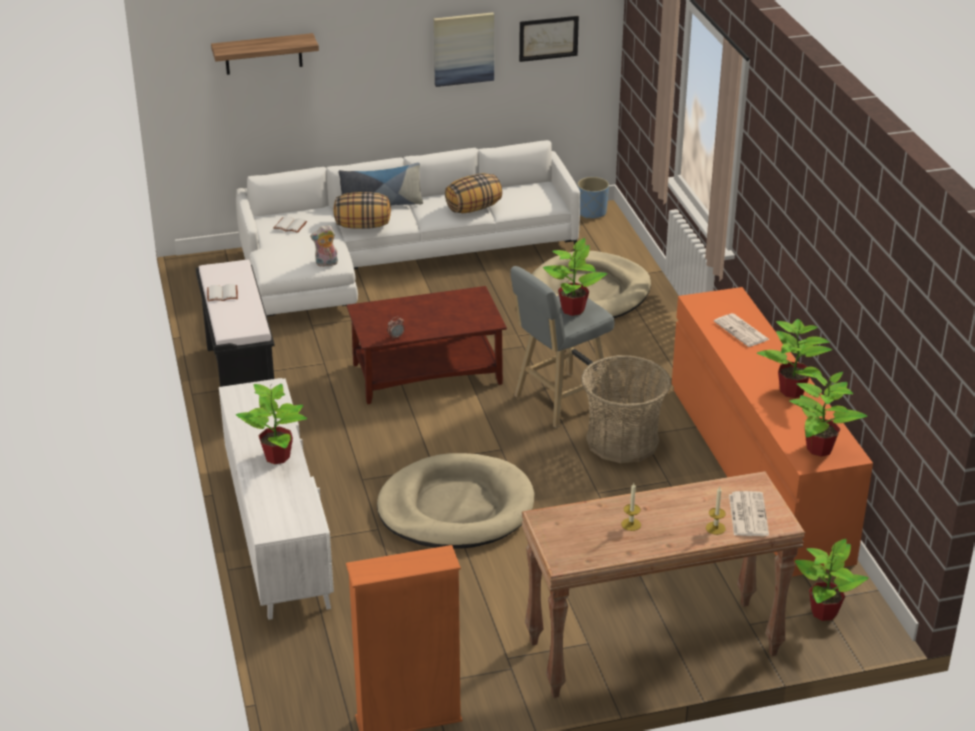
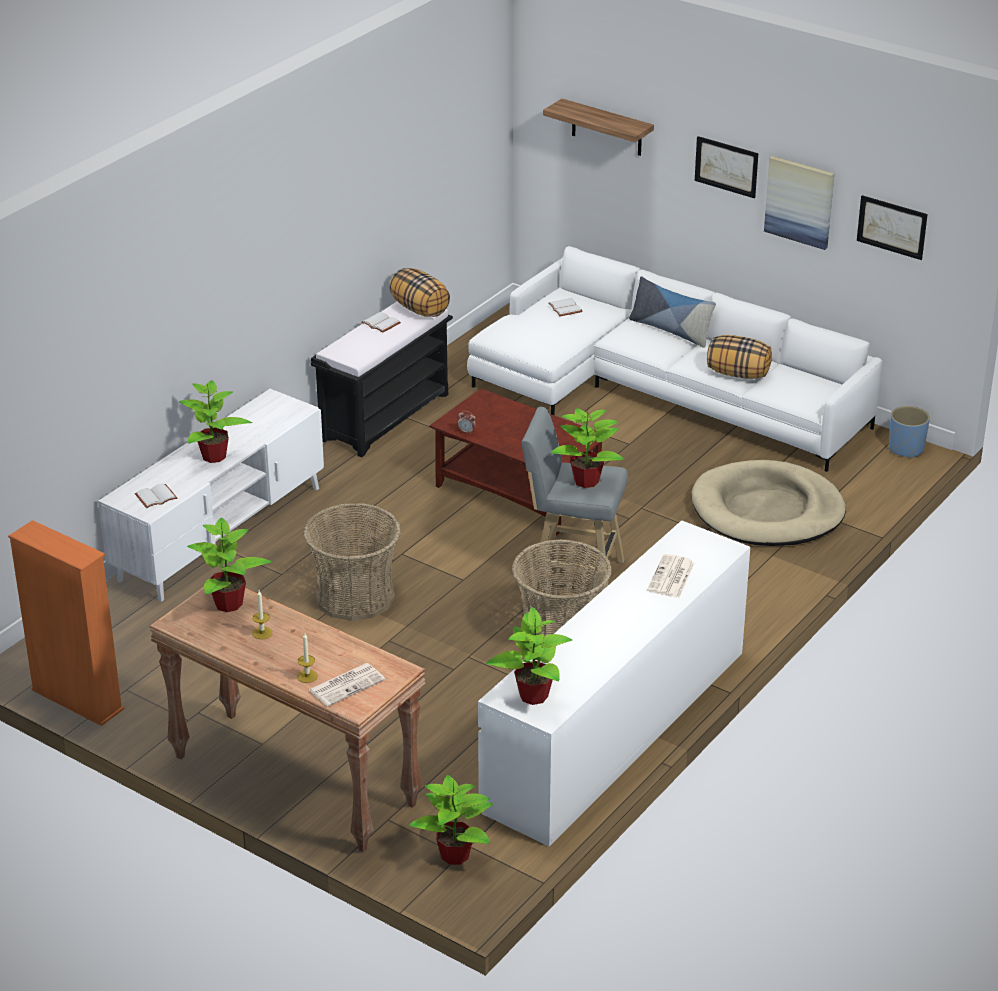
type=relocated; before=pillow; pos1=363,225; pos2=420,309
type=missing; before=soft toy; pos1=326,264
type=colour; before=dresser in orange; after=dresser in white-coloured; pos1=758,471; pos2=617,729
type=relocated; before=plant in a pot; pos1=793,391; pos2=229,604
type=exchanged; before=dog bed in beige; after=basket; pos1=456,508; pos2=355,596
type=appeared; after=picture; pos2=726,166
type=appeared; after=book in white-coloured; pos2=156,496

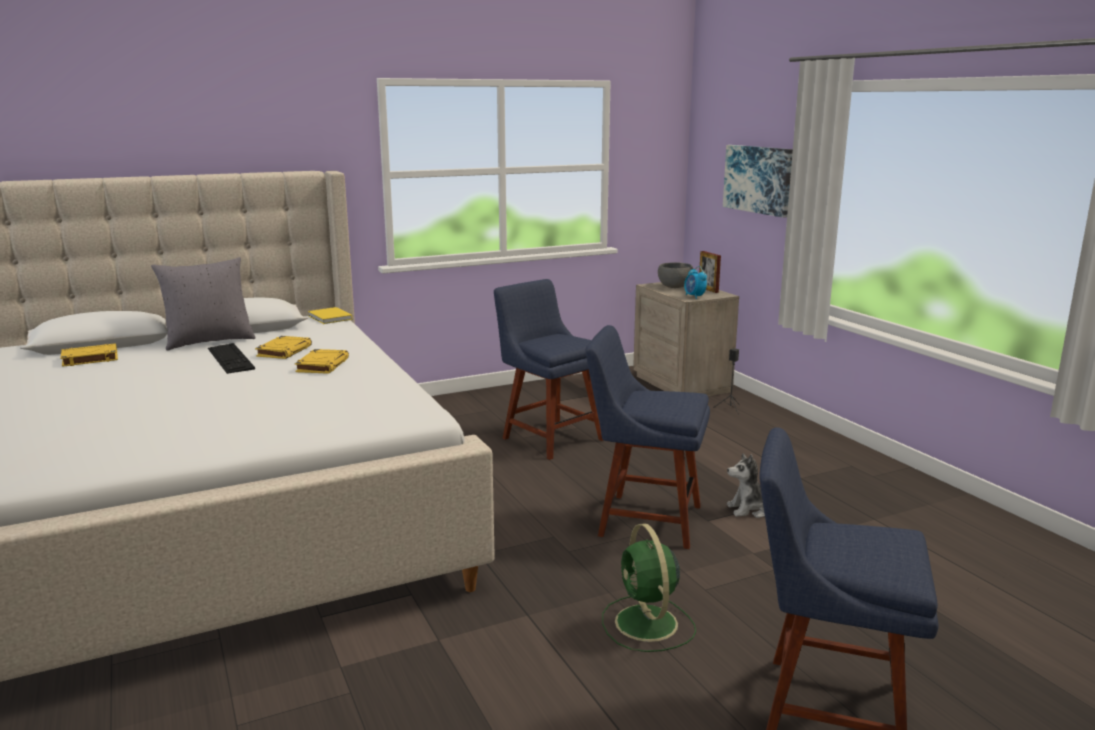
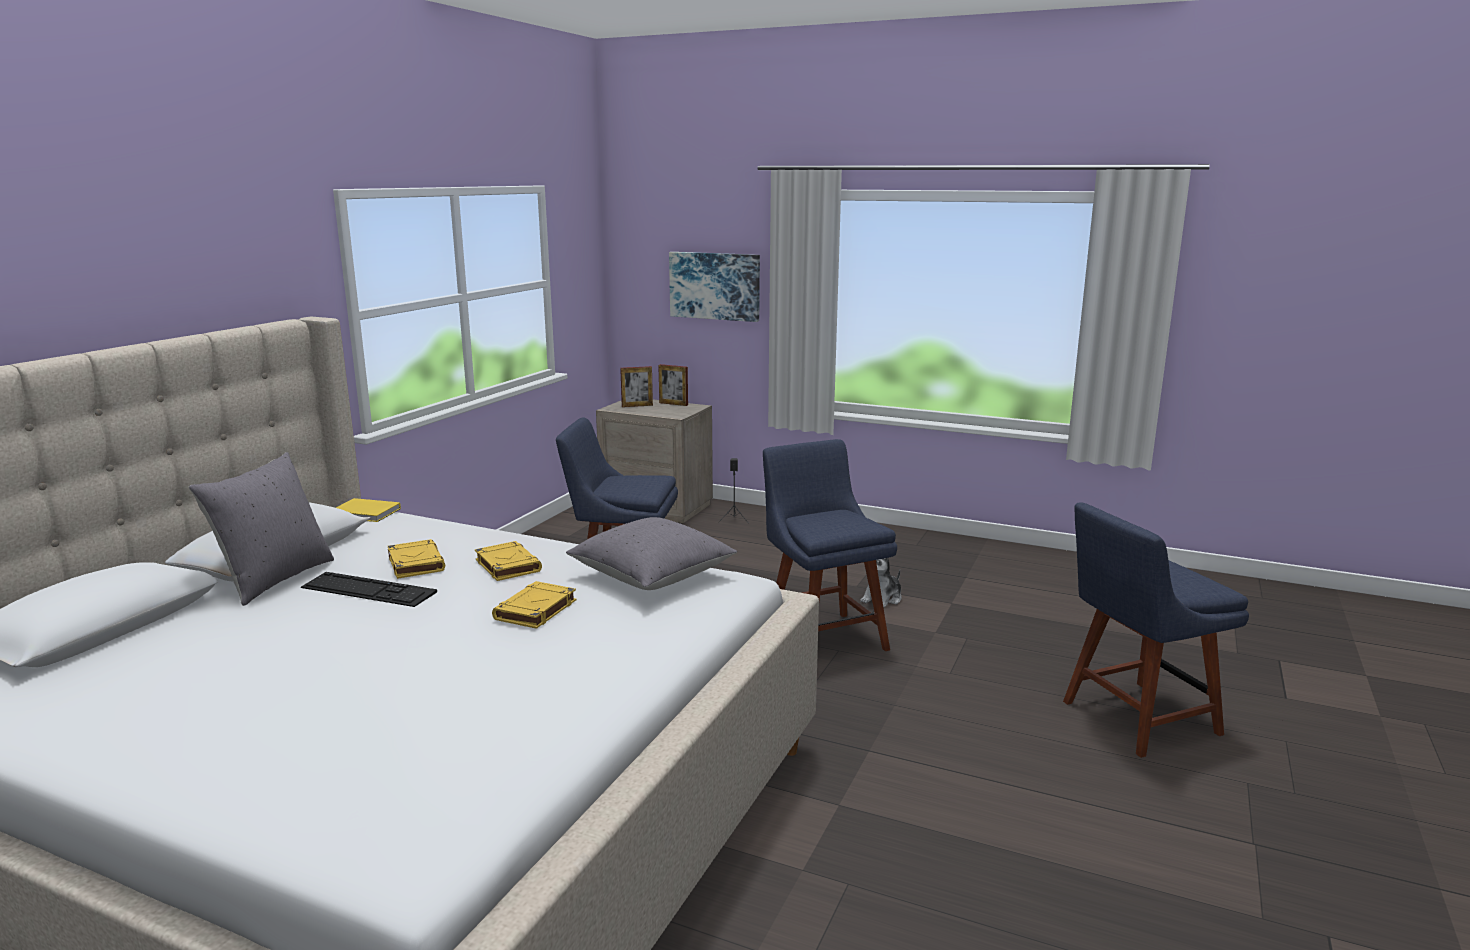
type=exchanged; before=bowl in grey; after=standing frame; pos1=675,286; pos2=637,405
type=missing; before=alarm clock; pos1=694,296
type=spun; before=plain chair in blue-coloured; pos1=644,519; pos2=823,637; turn=90
type=relocated; before=book in yellowish; pos1=89,359; pos2=535,610
type=missing; before=fan in green-coloured; pos1=647,625
type=appeared; after=pillow in grey; pos2=652,577

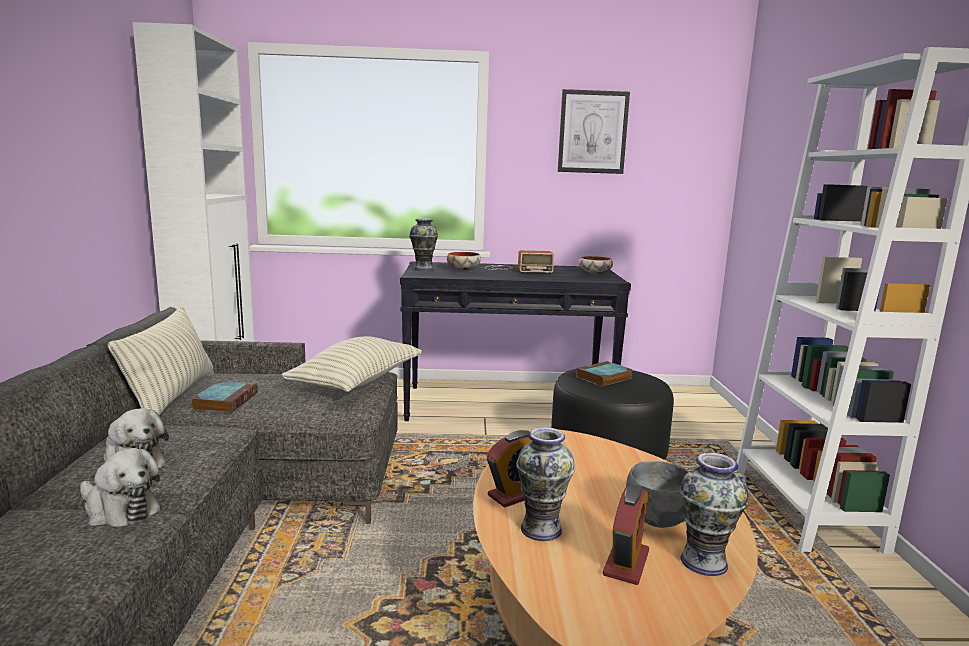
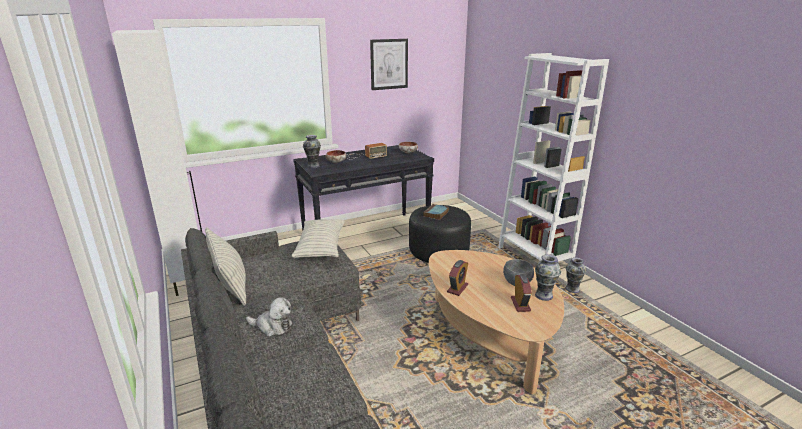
type=missing; before=book; pos1=226,401
type=relocated; before=flower vase; pos1=540,529; pos2=572,289
type=missing; before=soft toy; pos1=119,510

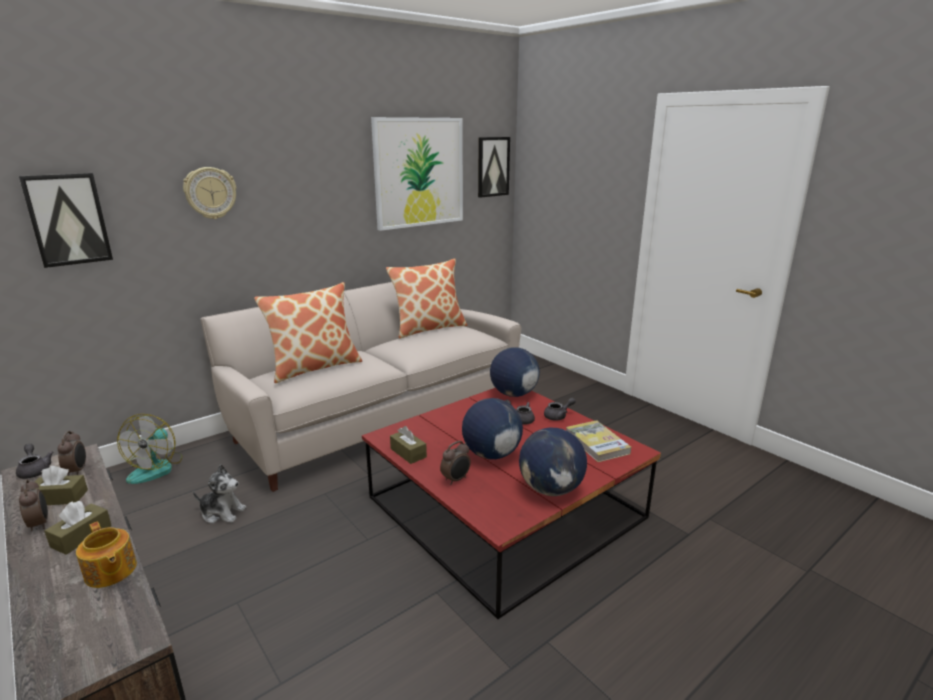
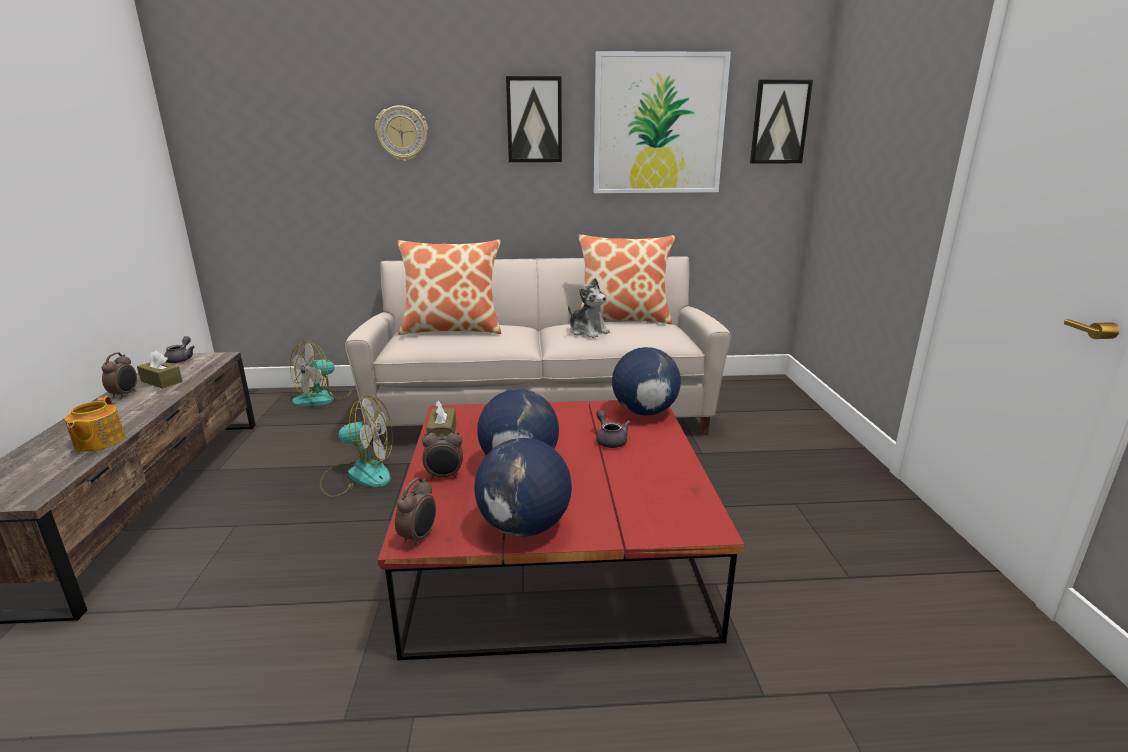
type=relocated; before=picture; pos1=68,219; pos2=534,120
type=missing; before=teapot in grey; pos1=558,416
type=missing; before=book; pos1=597,443
type=relocated; before=alarm clock; pos1=77,471; pos2=419,537
type=relocated; before=soft toy; pos1=222,512; pos2=588,331
type=missing; before=box of tissues in brown-coloured; pos1=81,536
type=appeared; after=fan; pos2=358,475

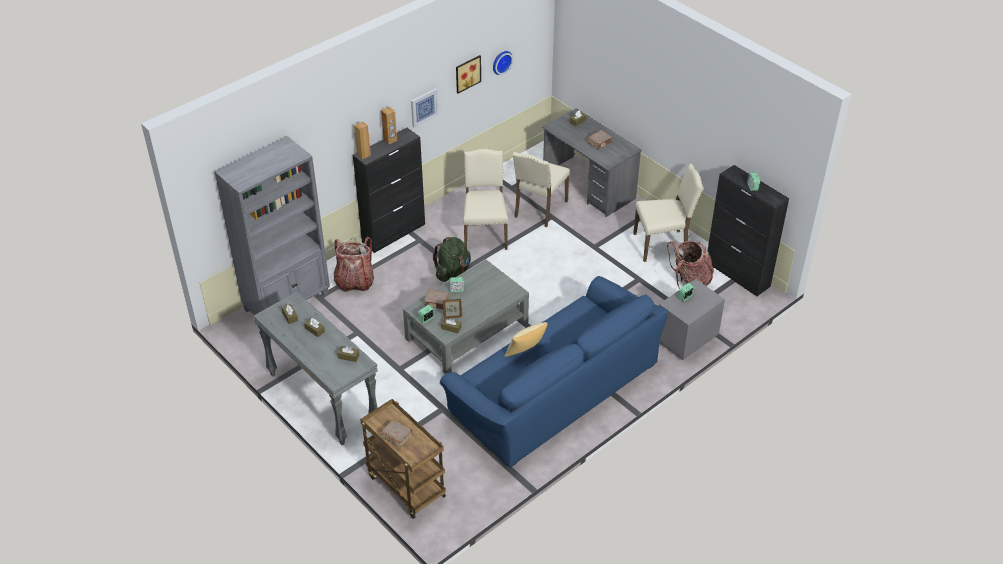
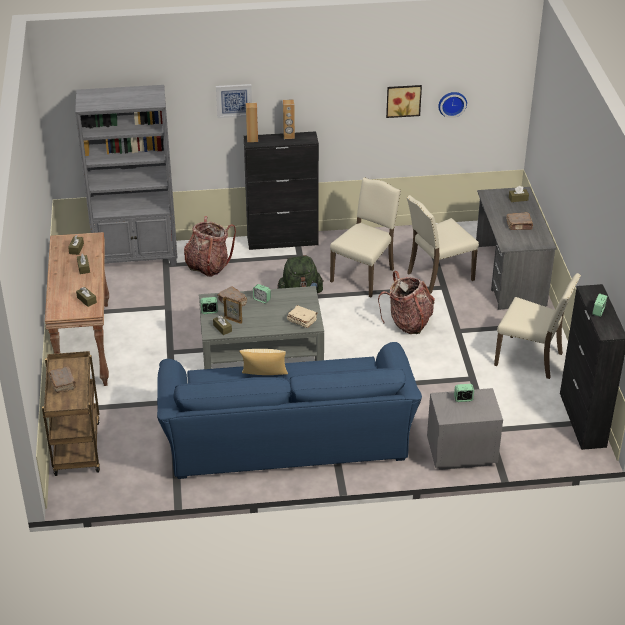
type=relocated; before=picture; pos1=424,107; pos2=234,100
type=relocated; before=backpack; pos1=690,280; pos2=408,322
type=colour; before=console table in grey; after=console table in brown-coloured; pos1=322,398; pos2=84,345
type=appeared; after=book in beige; pos2=301,320

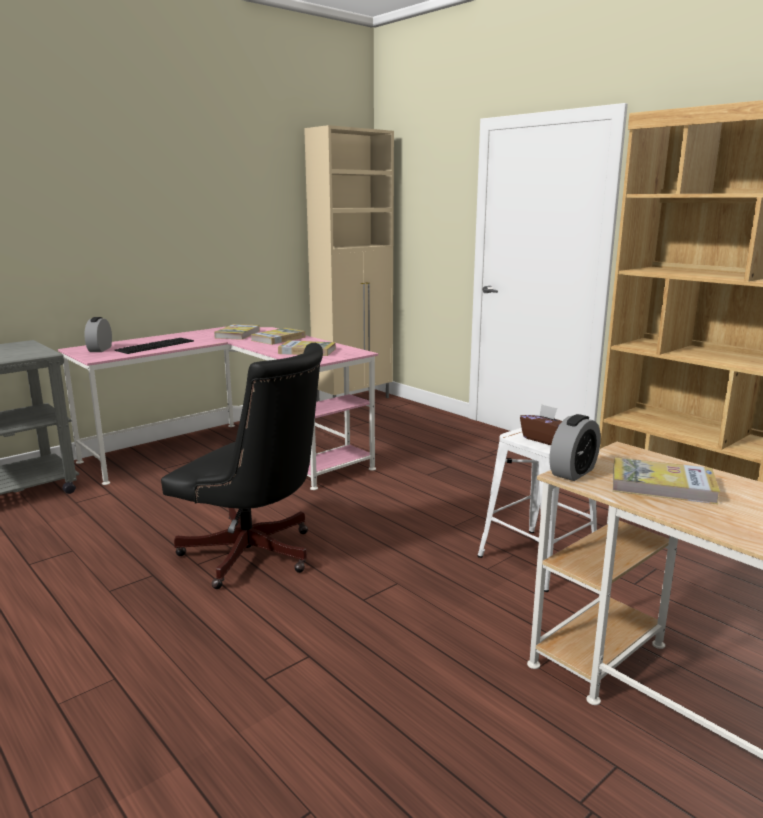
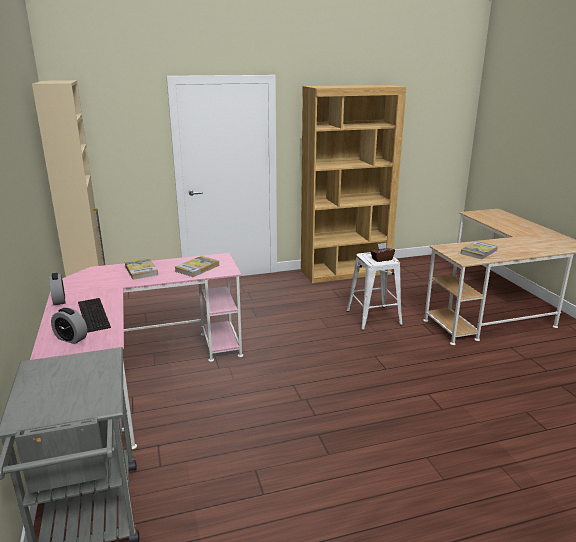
type=missing; before=book; pos1=238,334
type=missing; before=computer chair in blackish; pos1=255,557
type=relocated; before=alarm clock; pos1=573,472; pos2=59,300

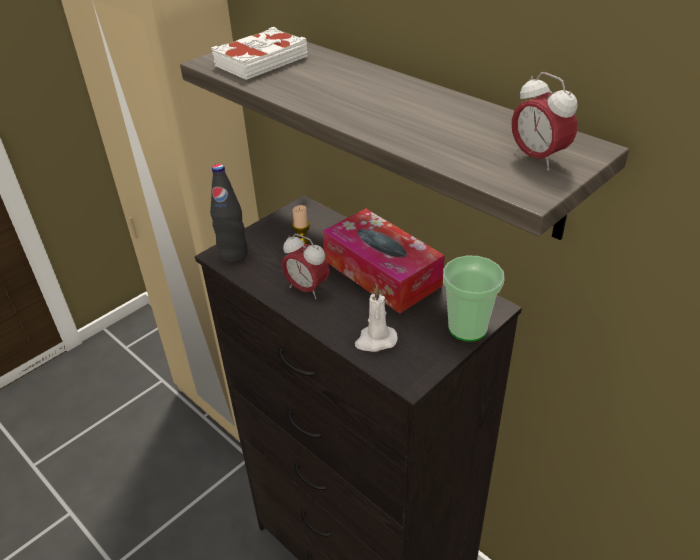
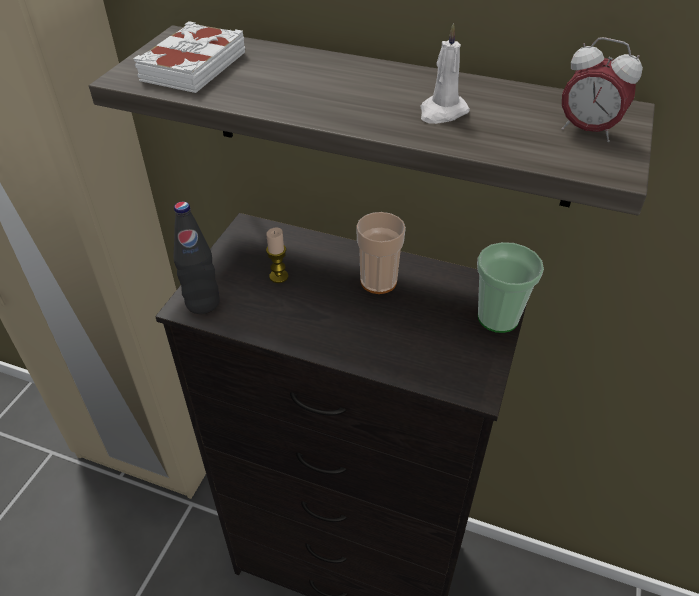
type=exchanged; before=box of tissues; after=drinking cup; pos1=381,273; pos2=378,281
type=missing; before=alarm clock; pos1=307,289
type=relocated; before=wax light in white-coloured; pos1=375,340; pos2=442,112

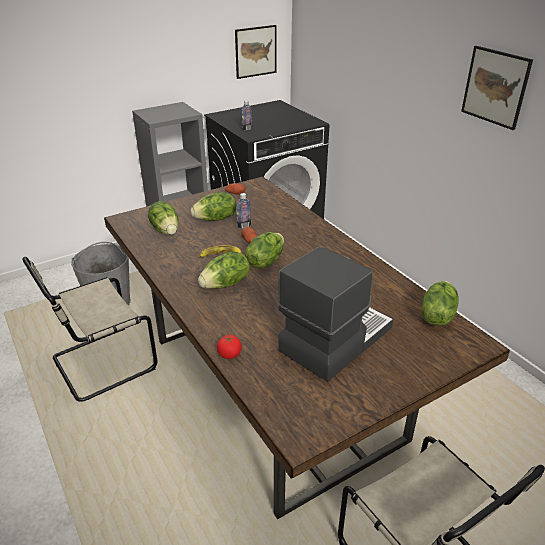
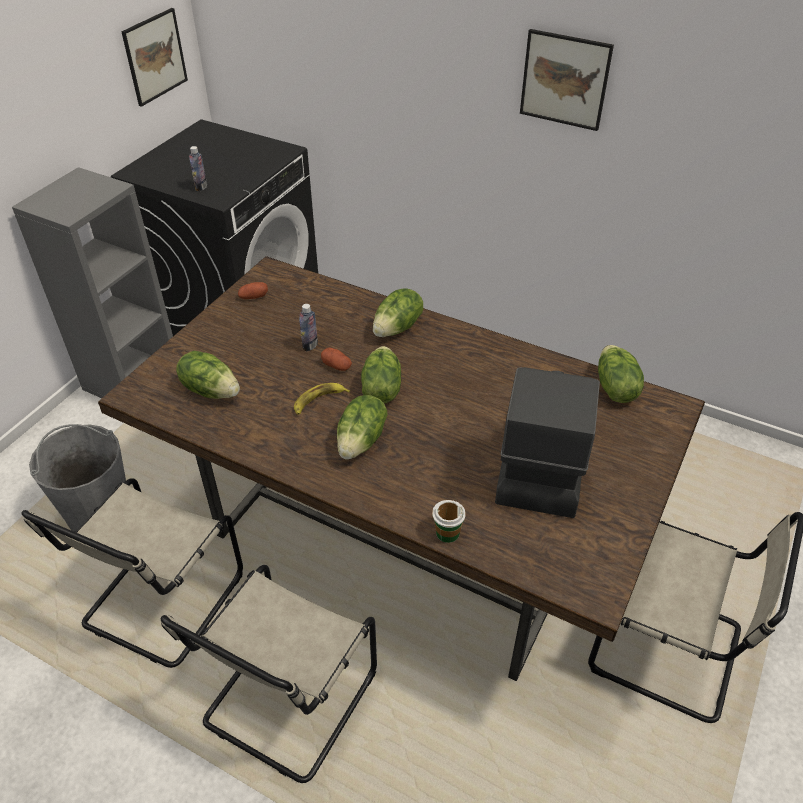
type=relocated; before=head of lettuce; pos1=215,219; pos2=398,328
type=exchanged; before=whole tomato; after=drinking cup; pos1=229,354; pos2=447,533
type=appeared; after=plain chair in beige; pos2=286,702

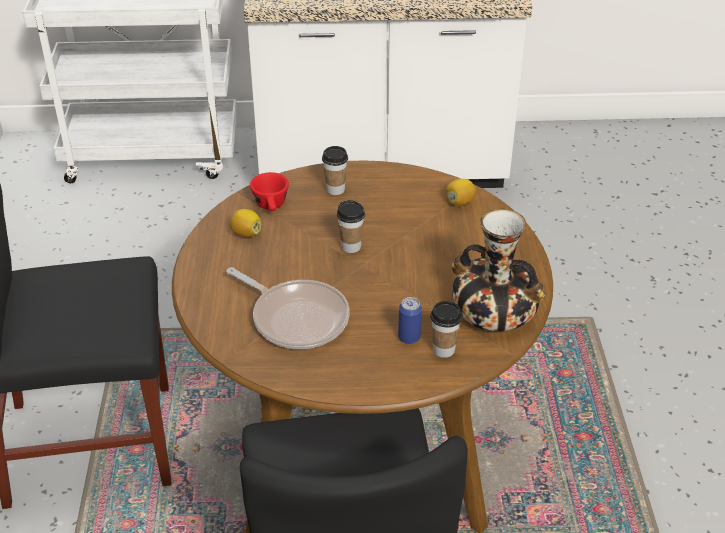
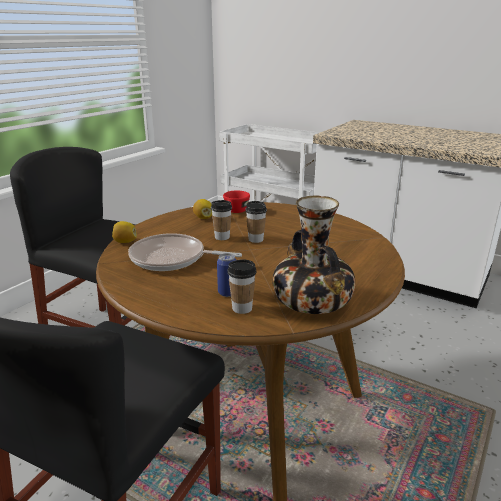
type=relocated; before=drinking cup; pos1=335,190; pos2=222,237
type=relocated; before=lemon; pos1=460,202; pos2=125,242
type=spun; before=frying pan; pos1=296,318; pos2=172,259; turn=120

